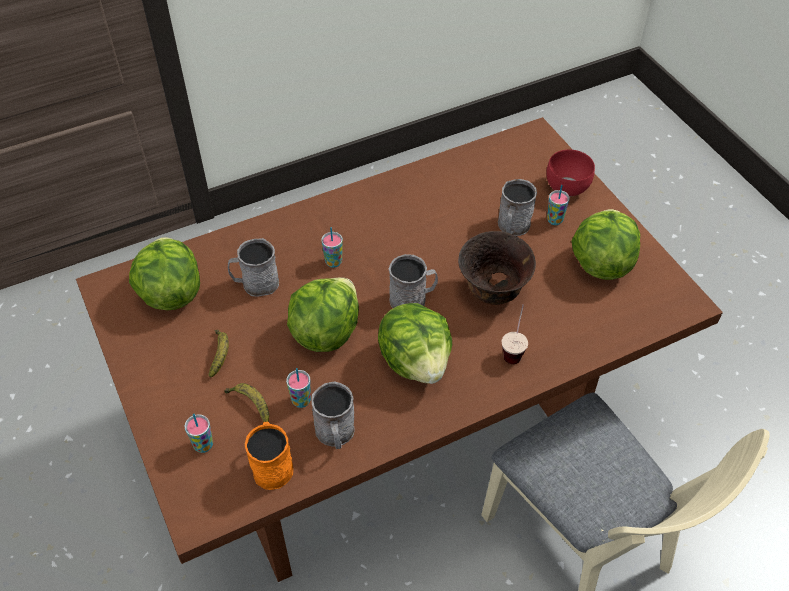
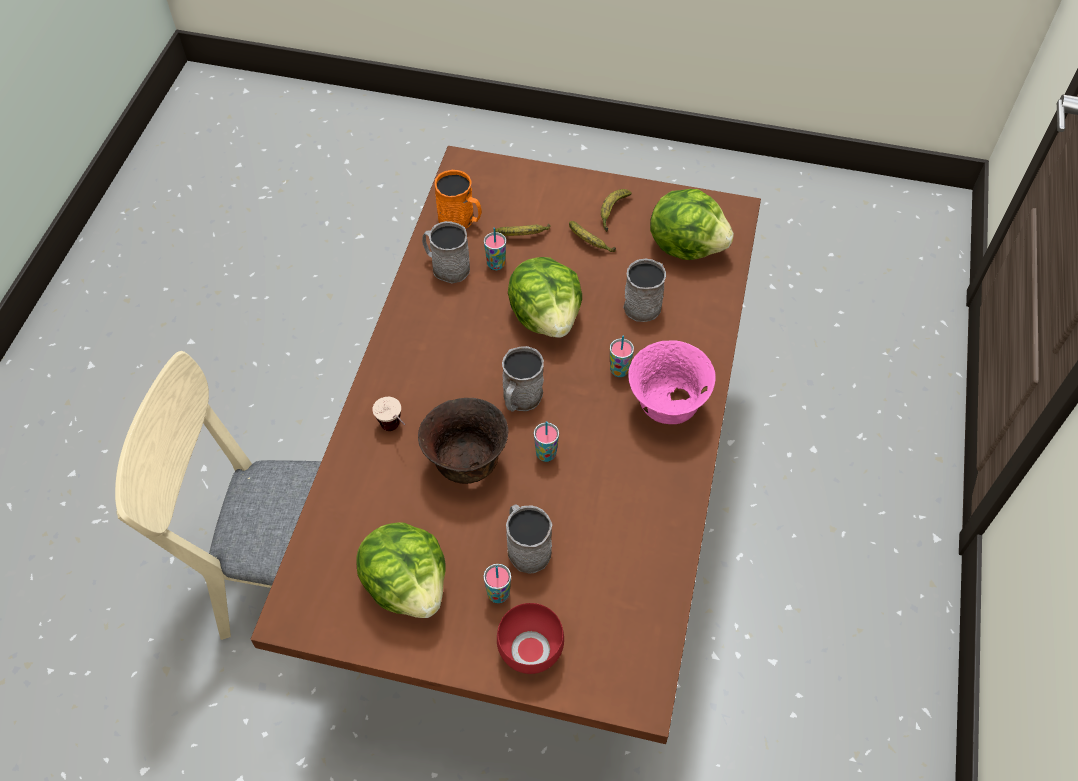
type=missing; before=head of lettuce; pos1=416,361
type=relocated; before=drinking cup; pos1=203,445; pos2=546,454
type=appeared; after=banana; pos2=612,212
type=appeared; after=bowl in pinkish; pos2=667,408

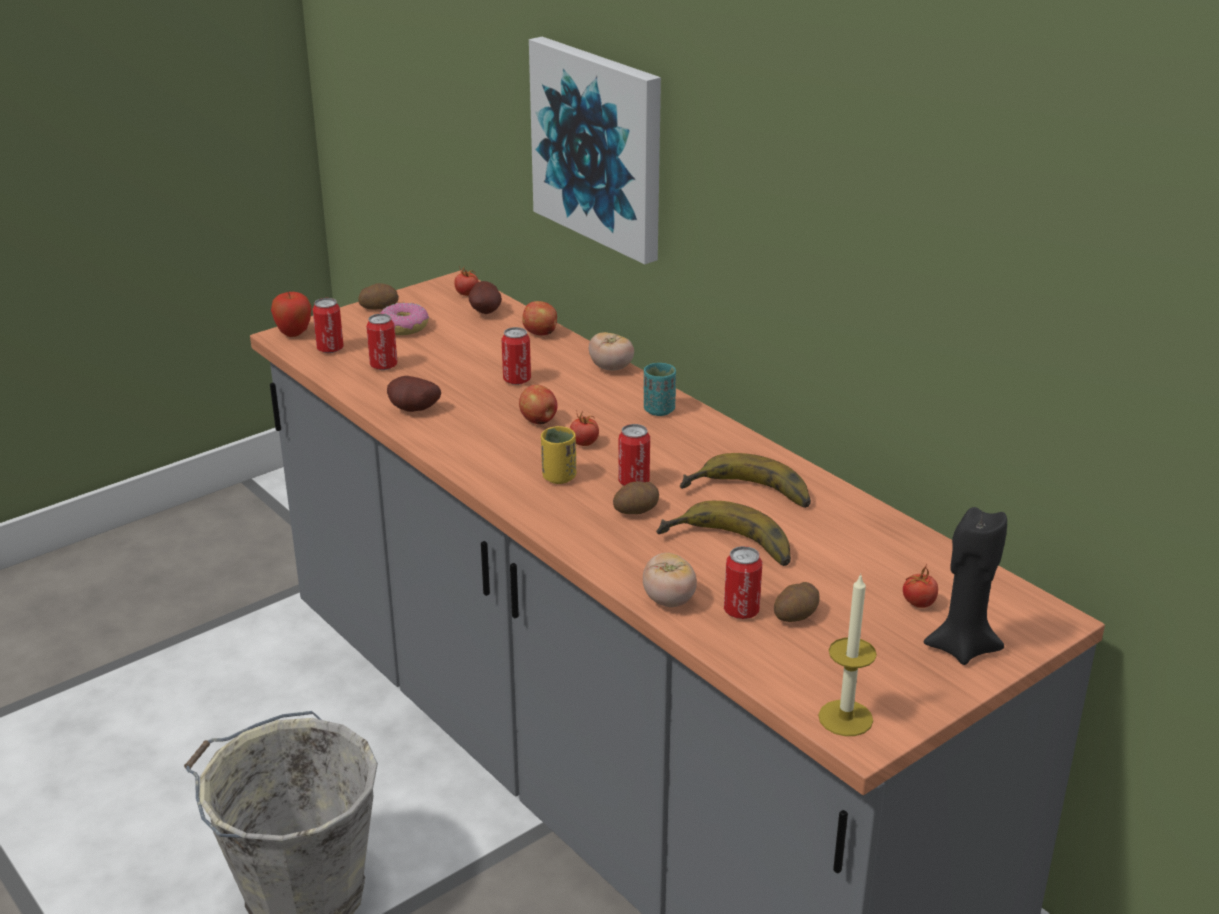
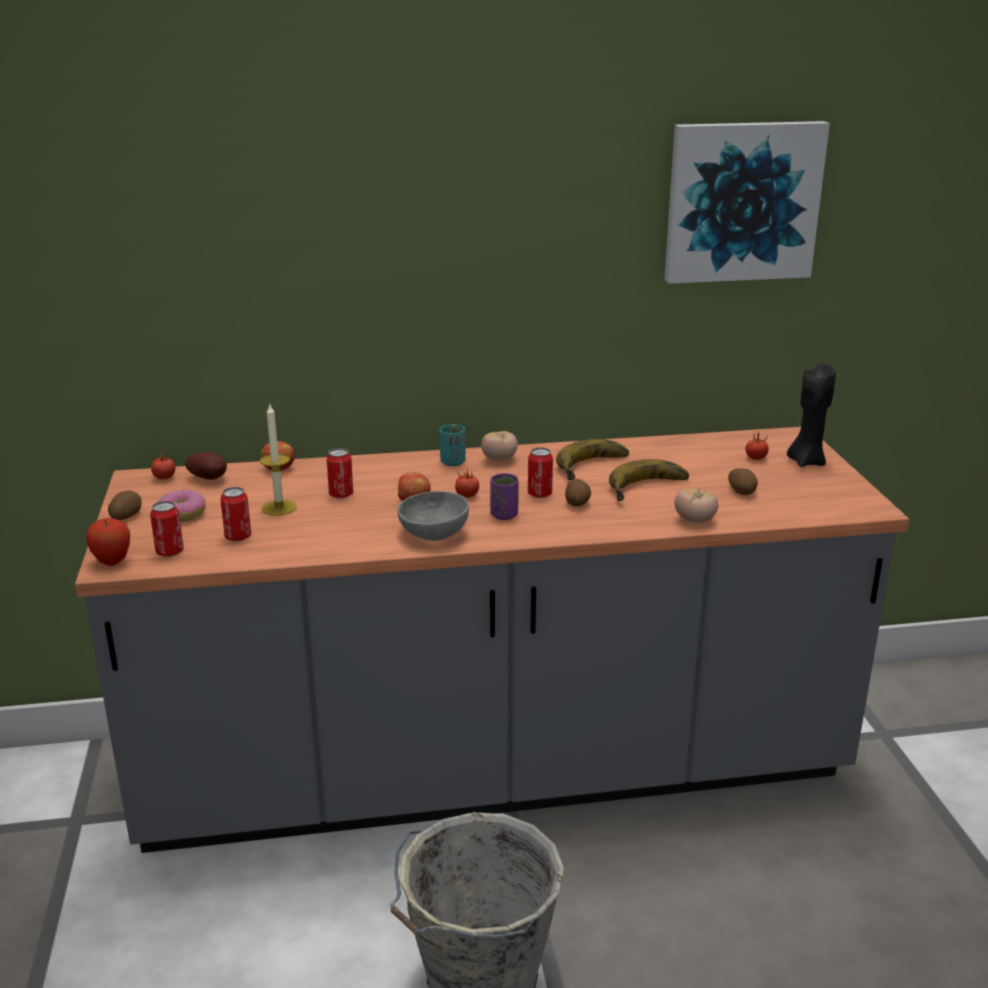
type=relocated; before=picture; pos1=599,147; pos2=742,202
type=relocated; before=whole tomato; pos1=611,368; pos2=499,460
type=missing; before=potato; pos1=413,410
type=colour; before=drinking cup in yellowish; after=drinking cup in purple-coloured; pos1=559,477; pos2=504,515
type=missing; before=can; pos1=741,611
type=relocated; before=wax light; pos1=845,718; pos2=279,508
type=appeared; after=bowl in grey; pos2=433,534

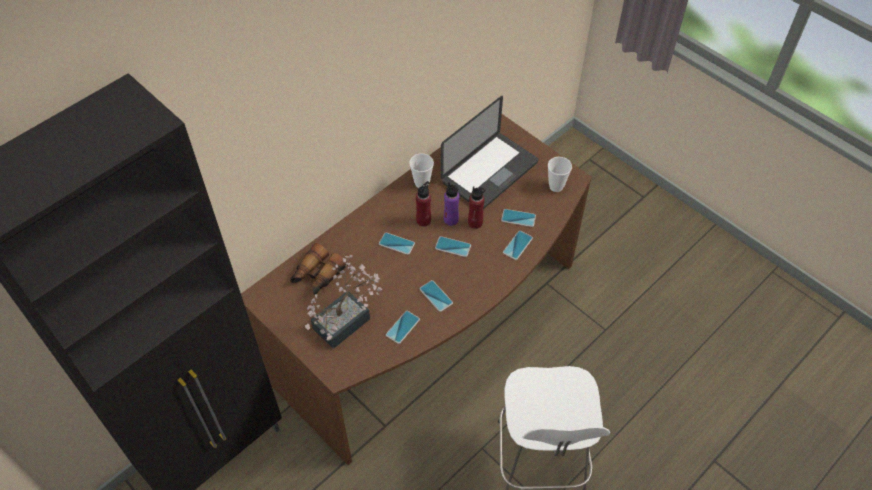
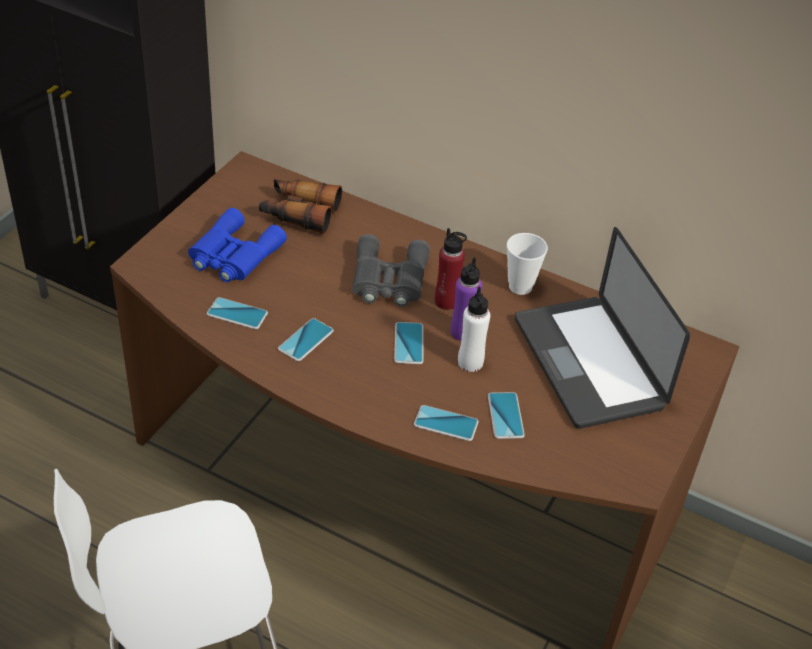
type=spun; before=portable computer; pos1=489,172; pos2=588,363; turn=45
type=missing; before=drinking cup; pos1=556,186
type=colour; before=beverage bottle in red; after=beverage bottle in white-coloured; pos1=475,222; pos2=470,362
type=exchanged; before=handset; after=field glasses in grey; pos1=396,244; pos2=388,280
type=exchanged; before=plant in a pot; after=field glasses in blue-coloured; pos1=347,320; pos2=233,255

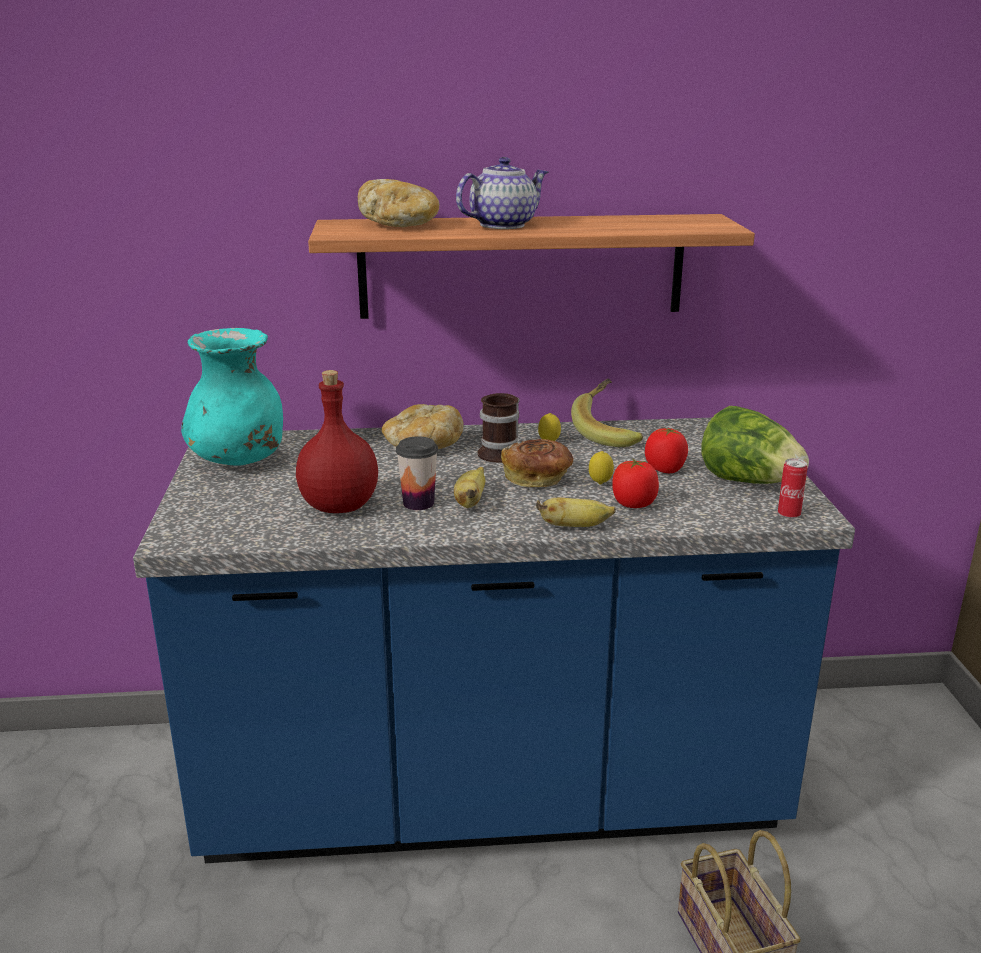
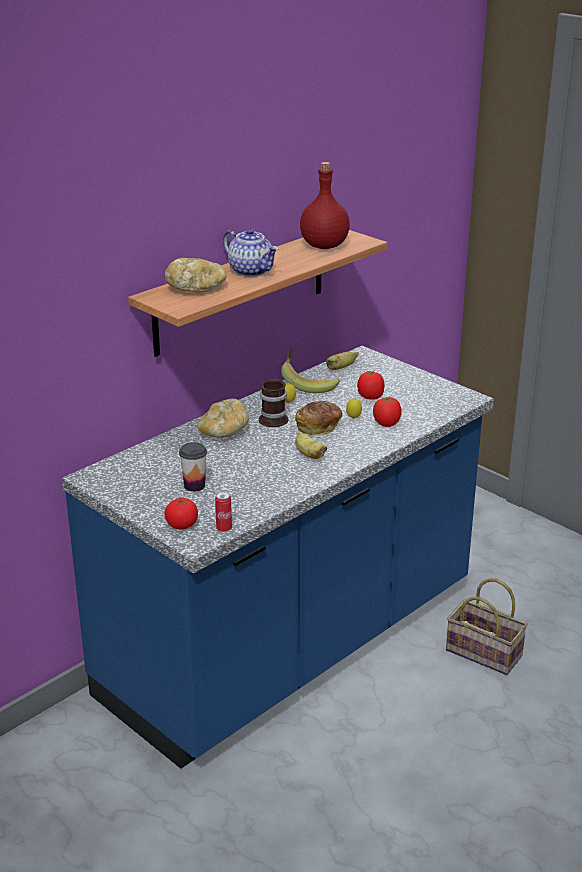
type=spun; before=teapot; pos1=503,225; pos2=251,271; turn=120
type=missing; before=flower vase in turquoise; pos1=239,460
type=relocated; before=beverage bottle in red; pos1=338,506; pos2=323,246
type=missing; before=head of lettuce; pos1=749,482
type=relocated; before=drinking cup; pos1=418,503; pos2=194,486
type=relocated; before=can; pos1=788,515; pos2=224,528
type=relocated; before=banana; pos1=575,527; pos2=341,368
type=appeared; after=whole tomato; pos2=182,524

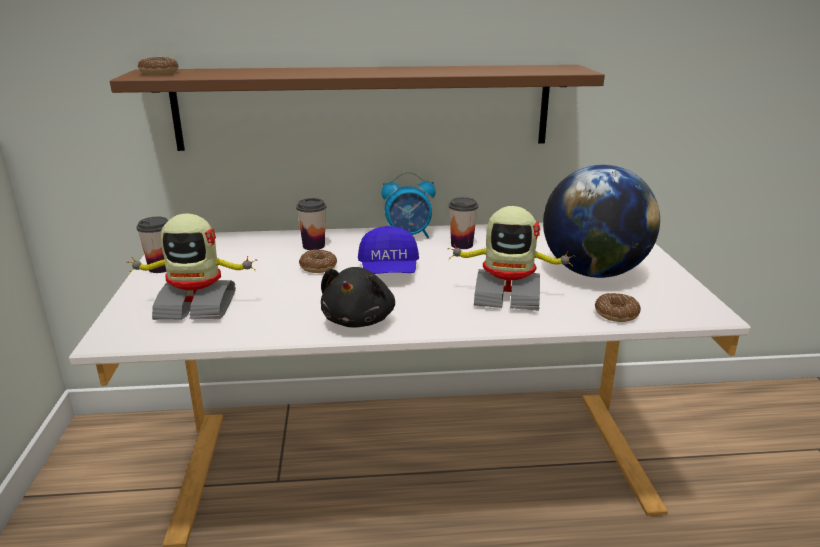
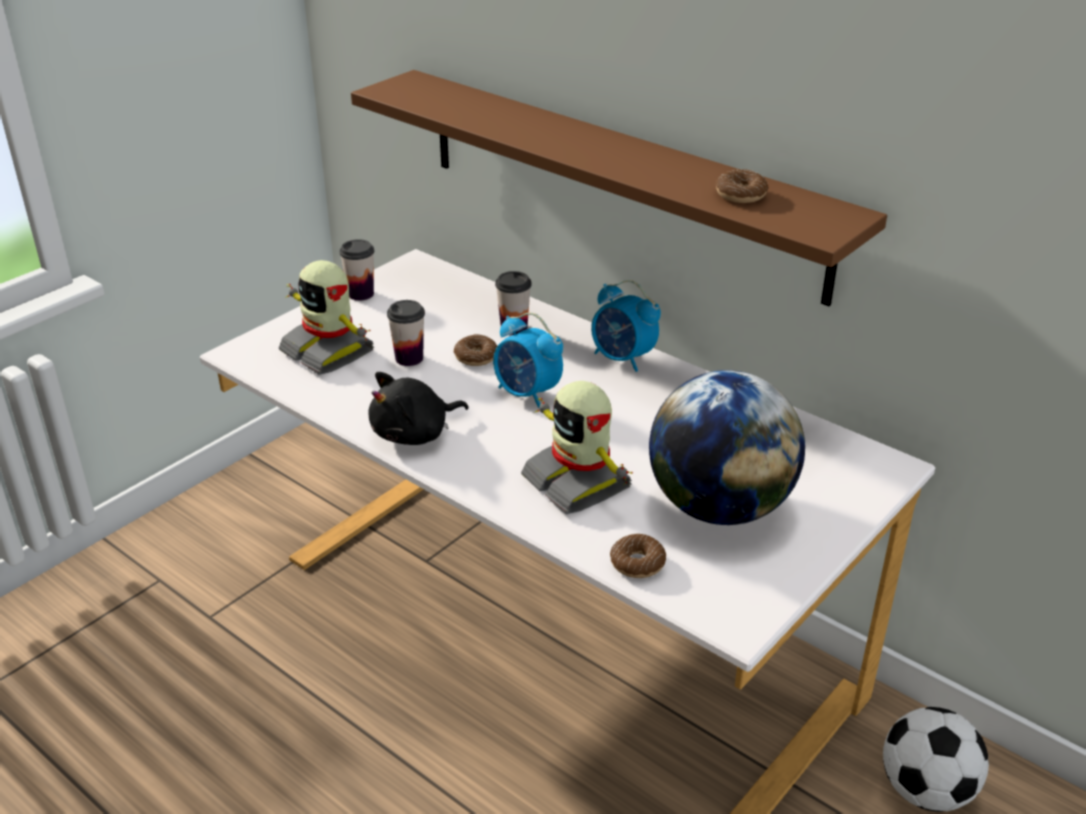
type=relocated; before=donut; pos1=159,73; pos2=740,195
type=relocated; before=drinking cup; pos1=462,245; pos2=409,358
type=exchanged; before=baseball cap in blue-coloured; after=alarm clock; pos1=389,271; pos2=527,394
type=appeared; after=football ball; pos2=926,791

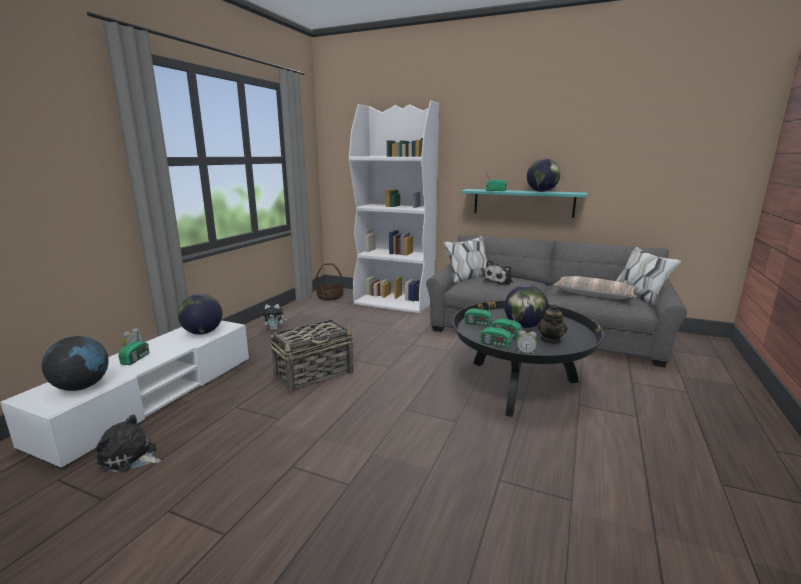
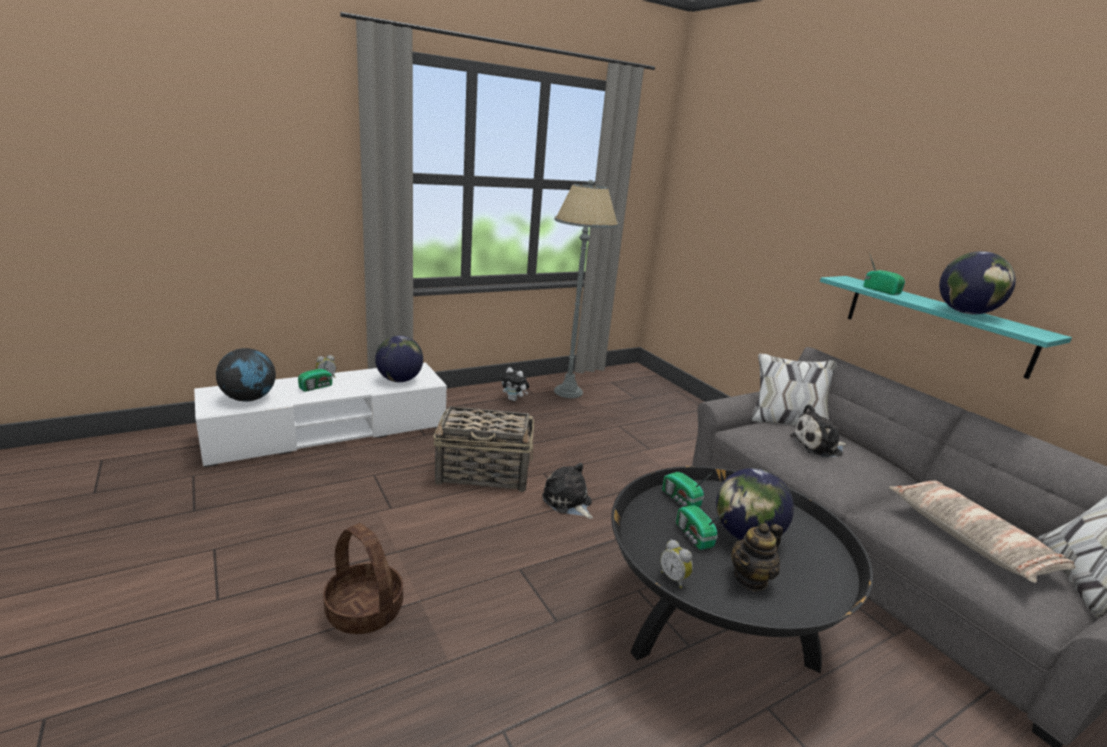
type=missing; before=bookshelf in white-coloured; pos1=395,302
type=relocated; before=basket; pos1=330,297; pos2=364,610
type=missing; before=radio; pos1=496,344
type=relocated; before=soft toy; pos1=130,457; pos2=568,502
type=appeared; after=floor lamp in grey; pos2=568,392

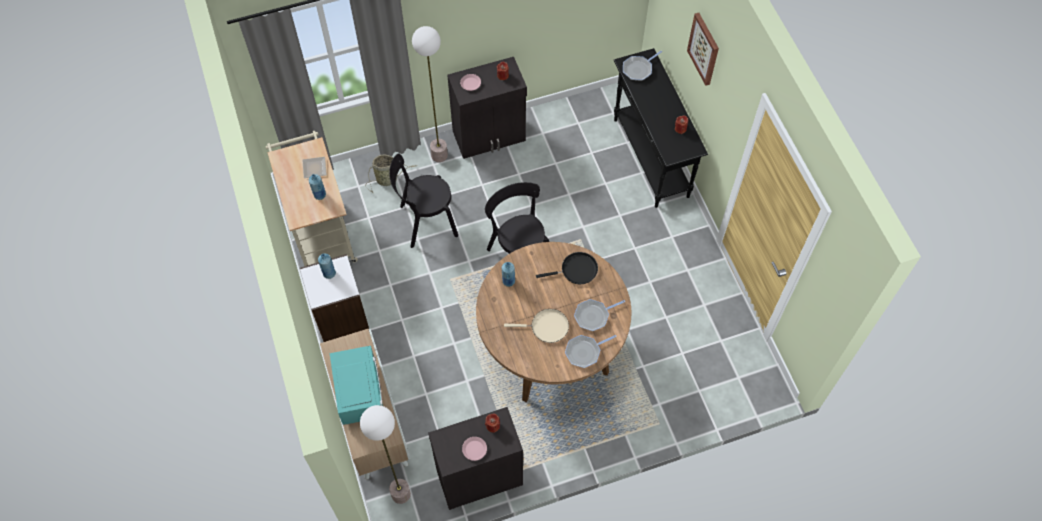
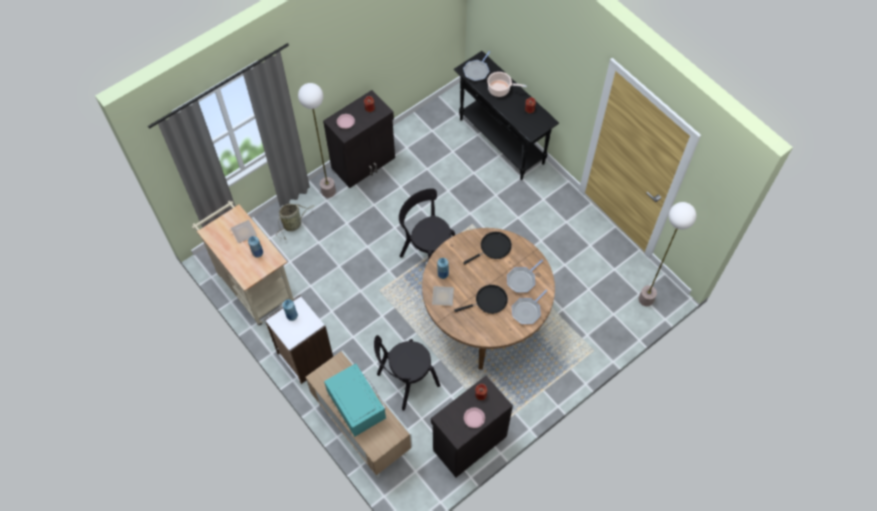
type=missing; before=picture; pos1=704,48
type=relocated; before=plain chair in blackish; pos1=425,222; pos2=405,381
type=colour; before=frying pan in beige; after=frying pan in blackish; pos1=546,327; pos2=488,301
type=relocated; before=floor lamp; pos1=400,494; pos2=646,299
type=appeared; after=stockpot; pos2=500,89
type=appeared; after=plate; pos2=443,296

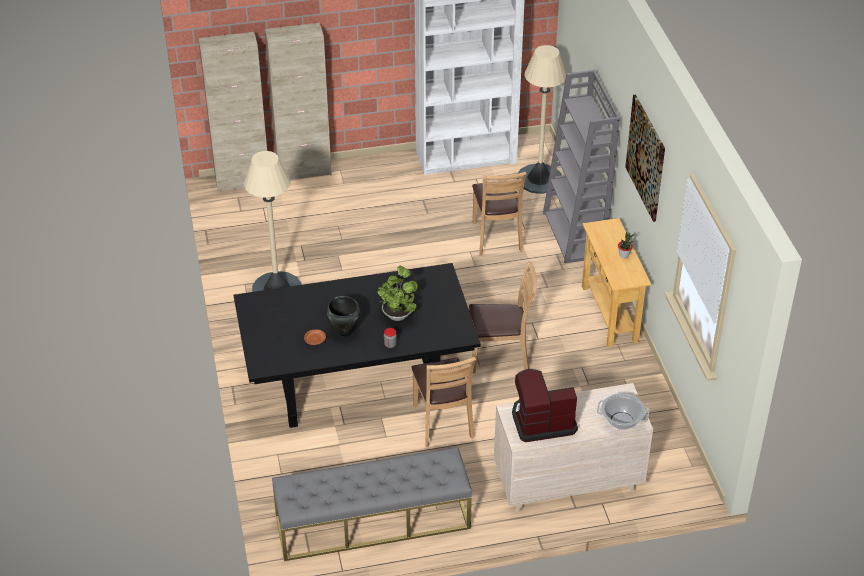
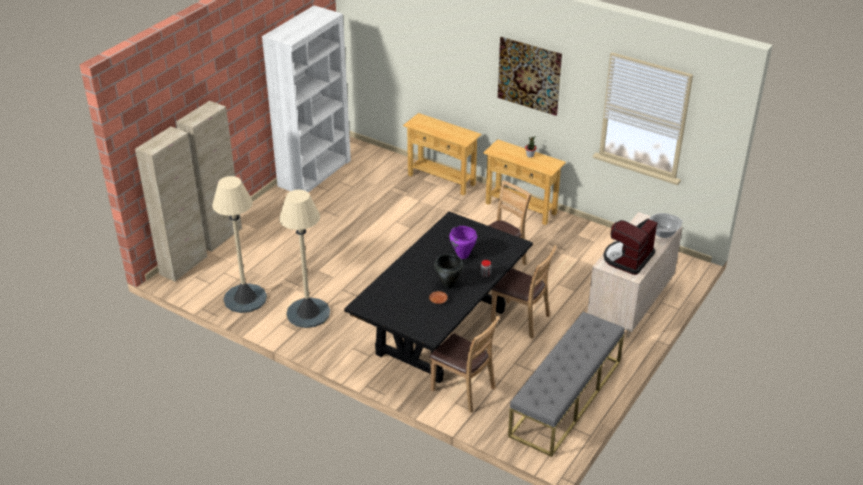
type=relocated; before=floor lamp in beige; pos1=539,179; pos2=245,298
type=exchanged; before=bookshelf in grey; after=console table in beige; pos1=575,235; pos2=441,179
type=relocated; before=plain chair in brown-coloured; pos1=496,237; pos2=463,390
type=exchanged; before=plant in a pot; after=stockpot in purple-coloured; pos1=398,314; pos2=463,256

